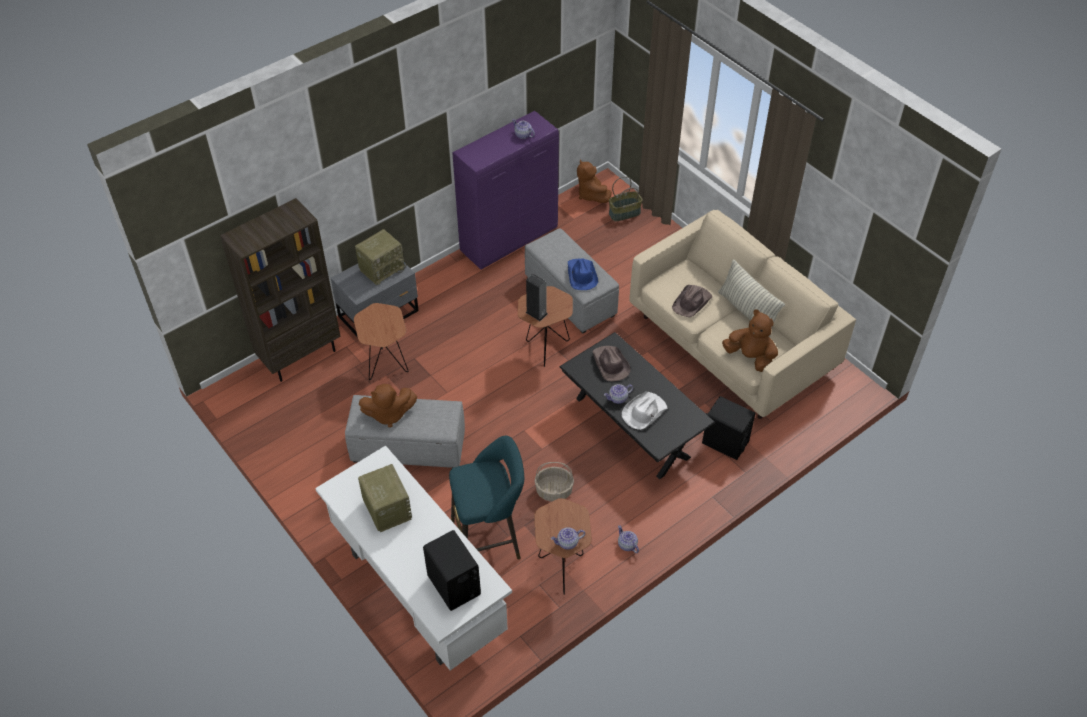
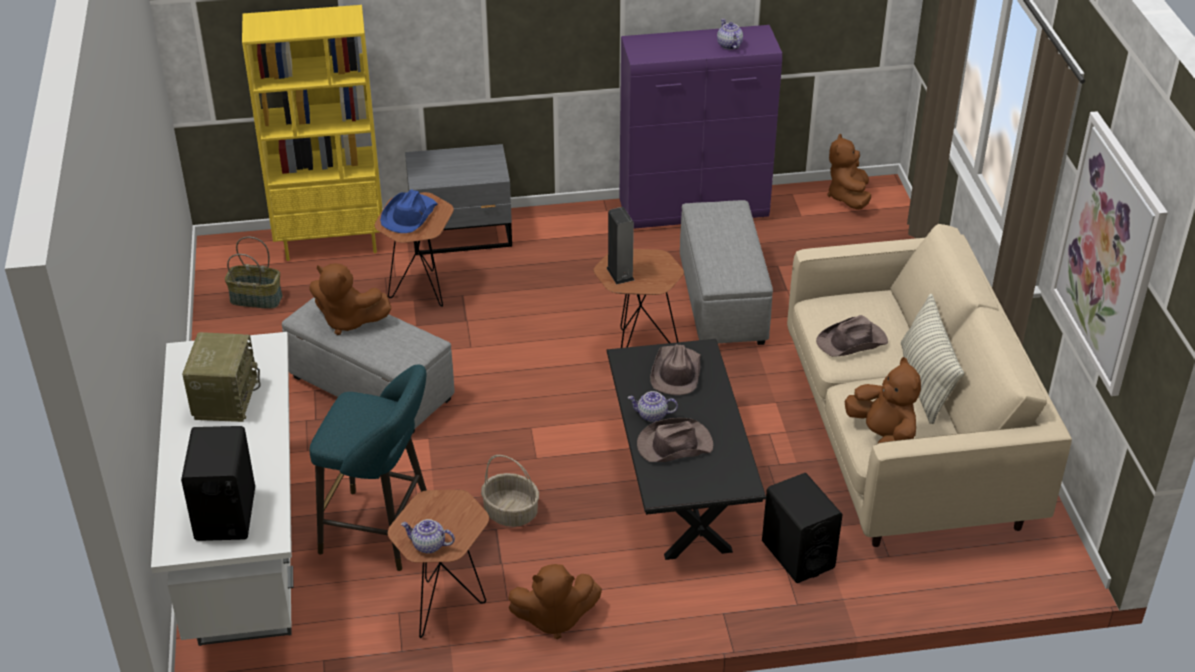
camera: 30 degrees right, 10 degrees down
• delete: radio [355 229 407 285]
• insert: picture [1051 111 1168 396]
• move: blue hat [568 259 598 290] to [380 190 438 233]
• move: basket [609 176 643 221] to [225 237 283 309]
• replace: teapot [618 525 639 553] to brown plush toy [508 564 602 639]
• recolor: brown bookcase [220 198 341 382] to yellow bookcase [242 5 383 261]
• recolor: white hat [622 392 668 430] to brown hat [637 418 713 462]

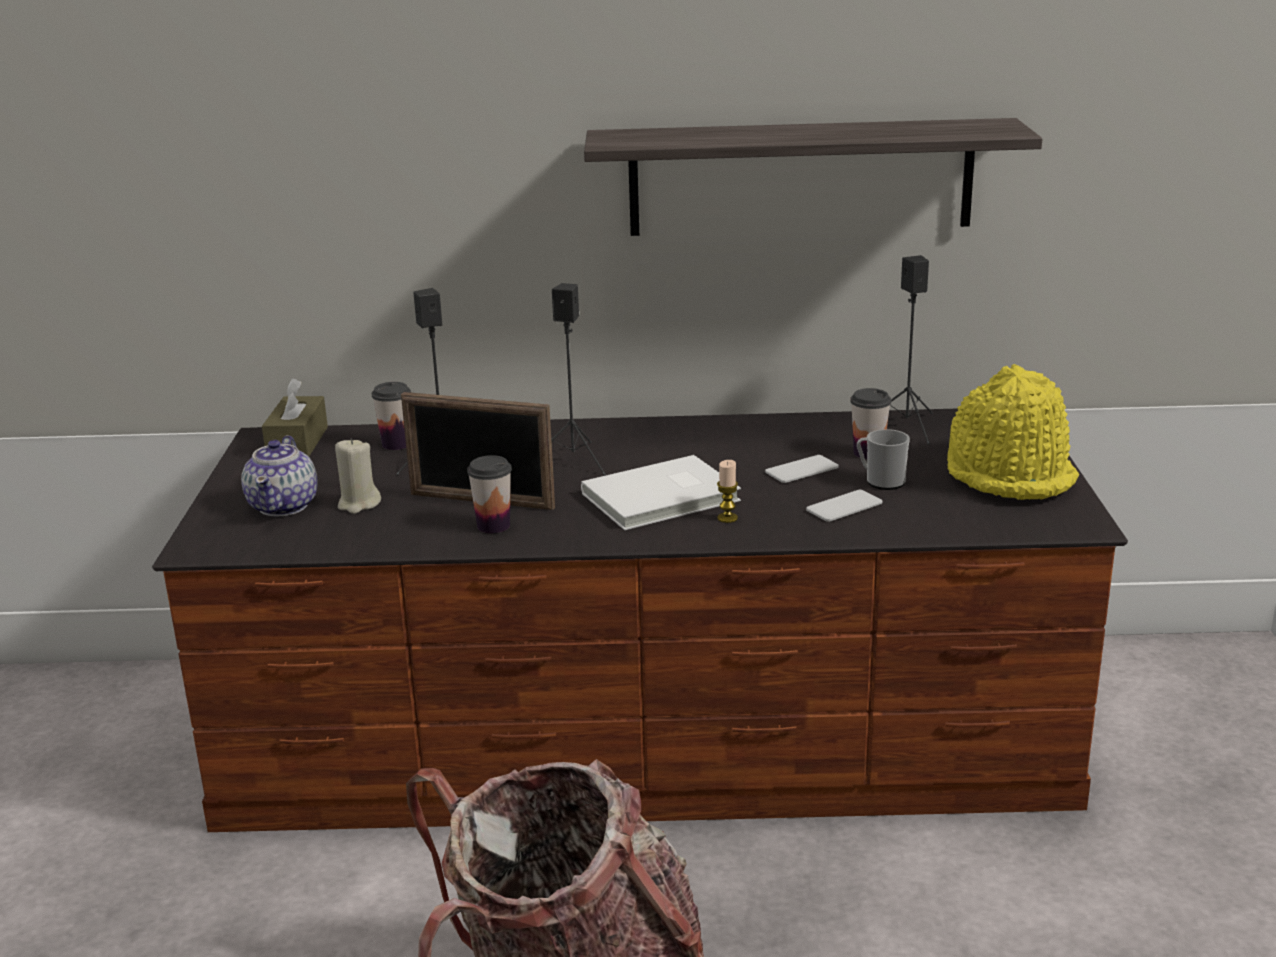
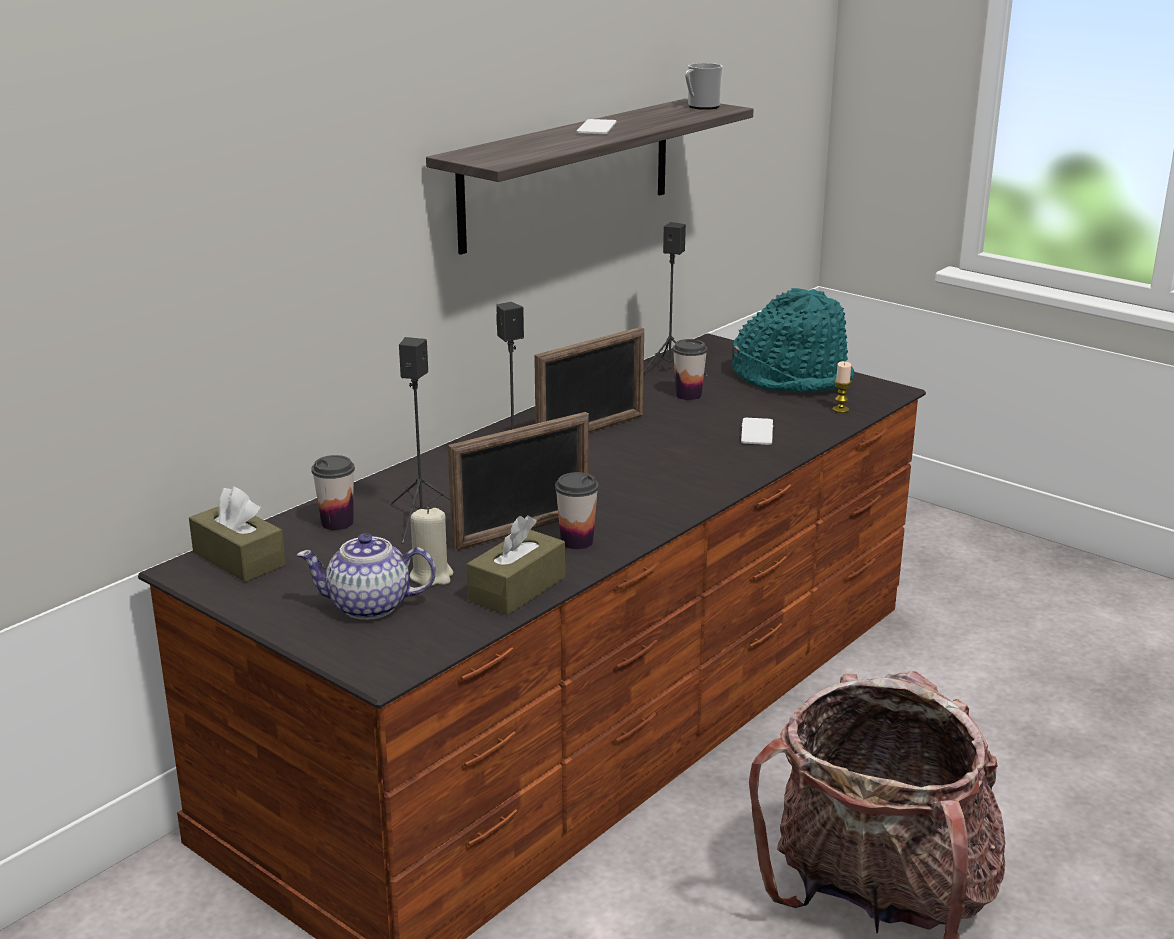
camera: 50 degrees left, 0 degrees up
• delete: white book [581 455 741 530]
• insert: brown tissue box [466 515 565 615]
• insert: picture frame [534 327 644 433]
• move: candle [717 460 738 523] to [832 361 852 413]
• move: phone [765 455 838 483] to [577 119 617 135]
• move: mug [857 429 910 490] to [685 63 723 110]
• recolor: yellow hat [947 364 1079 500] to turquoise hat [732 288 854 392]
• rotate: teapot [241 435 318 517] = [297 533 436 620] 135 degrees clockwise

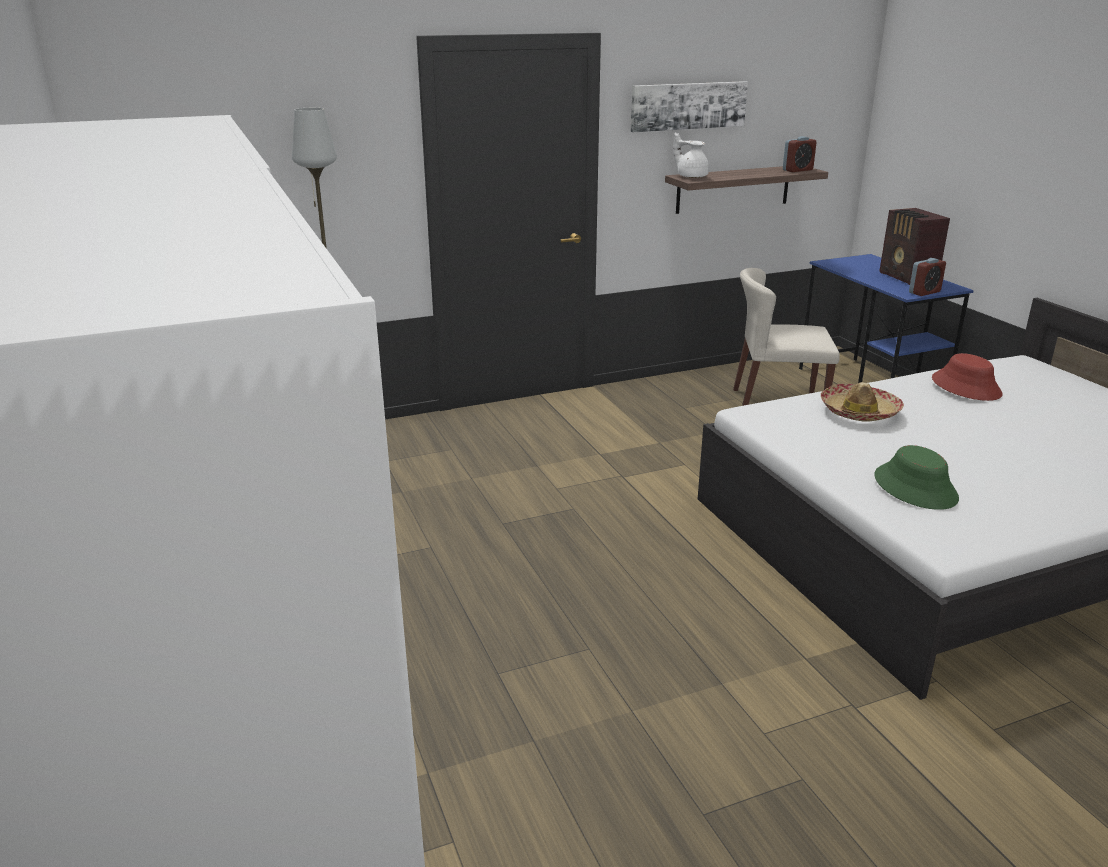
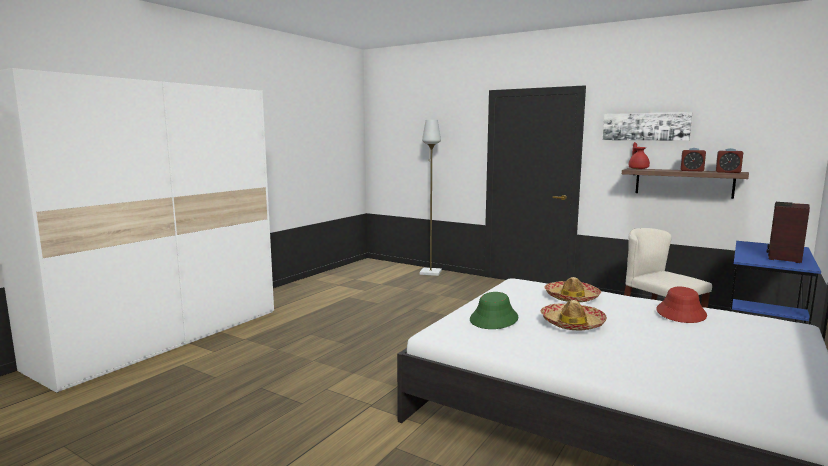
camera: 55 degrees right, 15 degrees down
• insert: hat [540 300 607 331]
• move: alarm clock [909 258 946 296] to [680 148 706 171]
• recolor: white teapot [673 132 709 178] to red teapot [629 142 650 169]

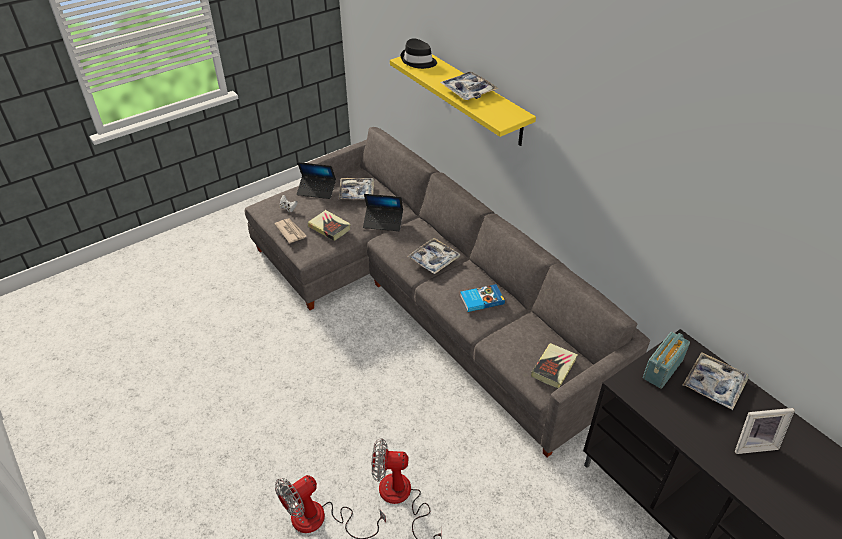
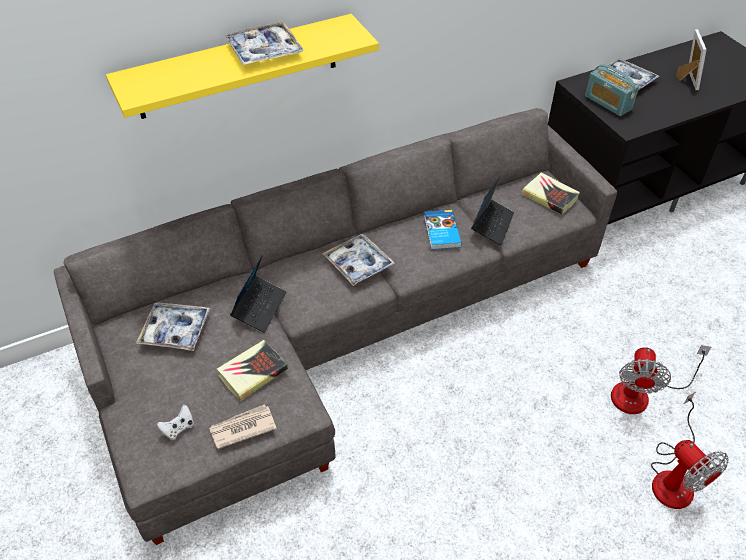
camera: 80 degrees left, 5 degrees up
• delete: black hat [401 38 437 69]
• move: laptop [297 162 336 199] to [471 176 514 245]

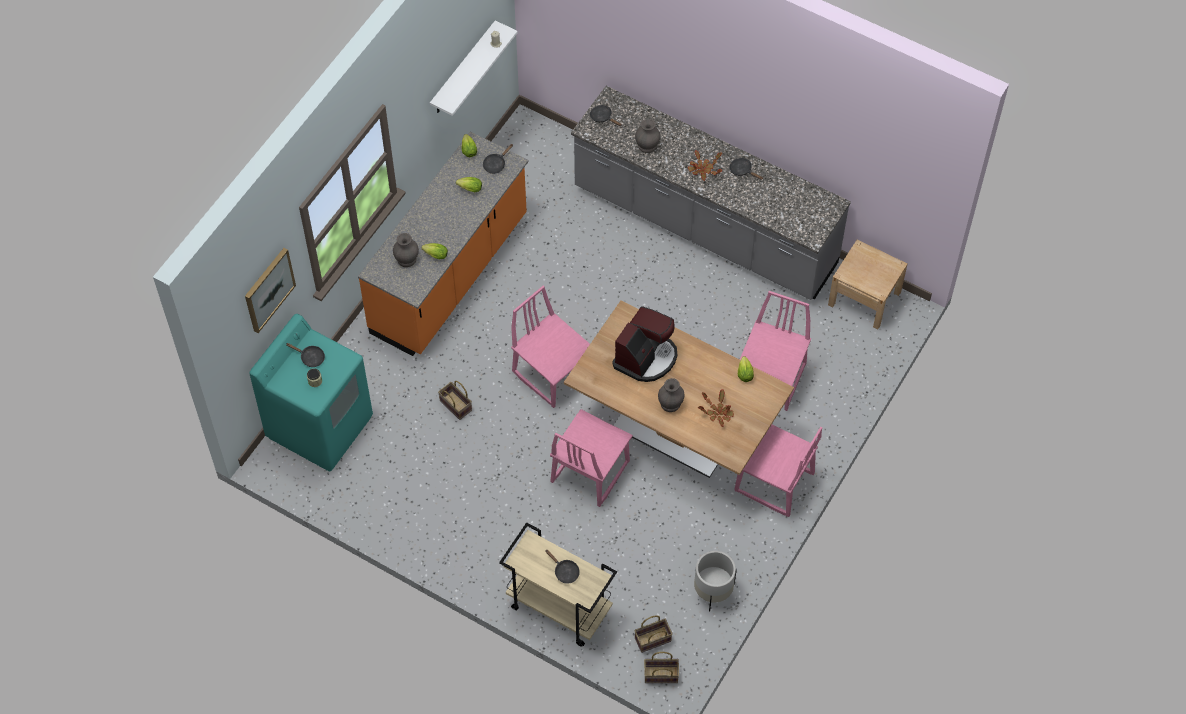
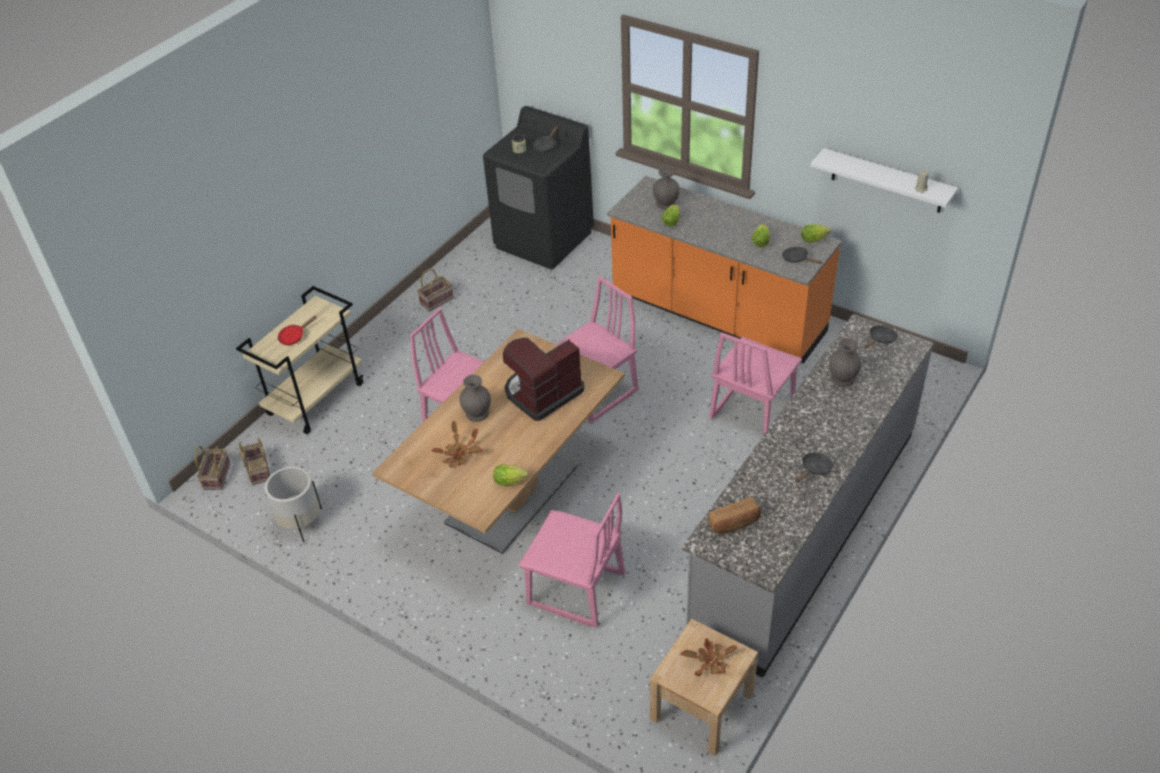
camera: 95 degrees right, 15 degrees down
• delete: picture [245 248 296 333]
• insert: bread [709 498 761 533]
• move: basket [438 381 472 420] to [417 269 454 312]
• move: potted plant [688 150 722 181] to [681 638 737 676]
• move: pink chair [734 425 822 517] to [709 332 802 436]
• recolor: turquoise washing machine [249 314 373 472] to black washing machine [483 106 594 270]
• recolor: black frying pan [545 550 580 584] to red frying pan [278 316 317 345]
• rotate: coffee machine [612 306 677 382] = [503 338 584 421] 105 degrees clockwise

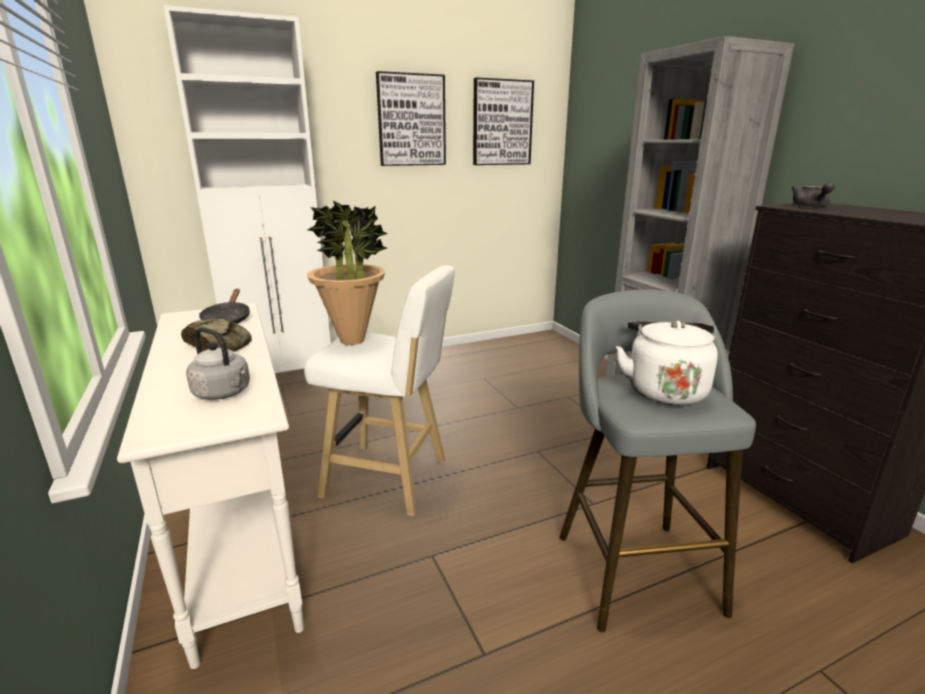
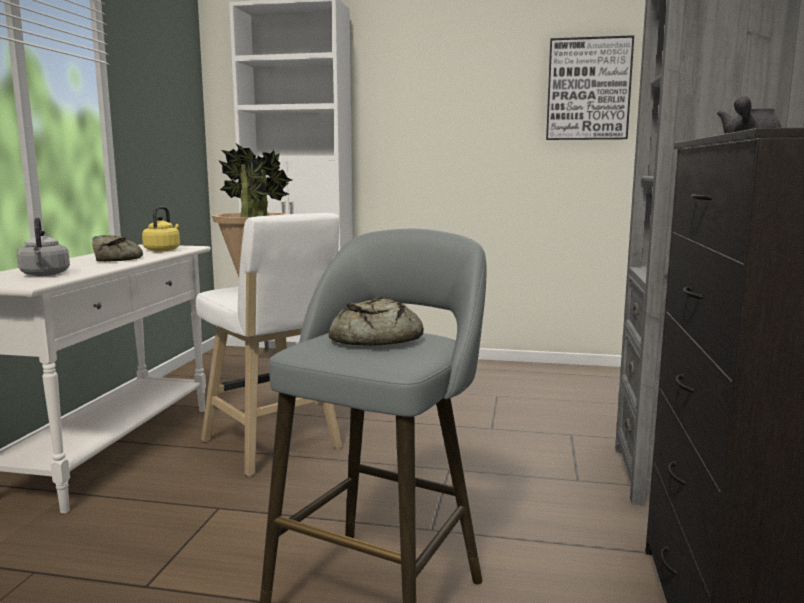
camera: 35 degrees right, 10 degrees down
• delete: picture [376 71 446 166]
• replace: black frying pan [199 289 250 324] to yellow kettle [142 206 180 252]
• replace: white kettle [616 321 718 405] to bread [329 297 424 346]

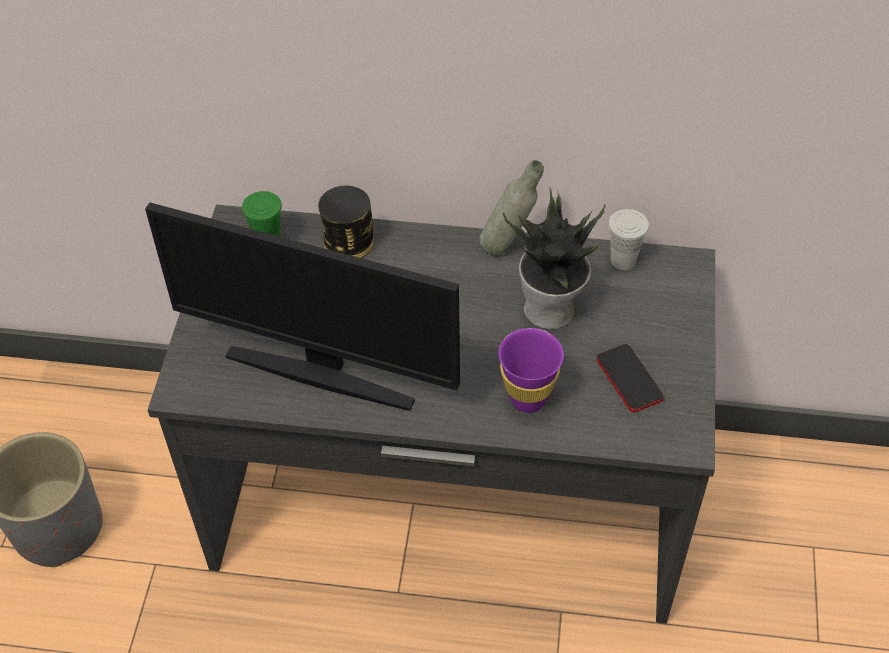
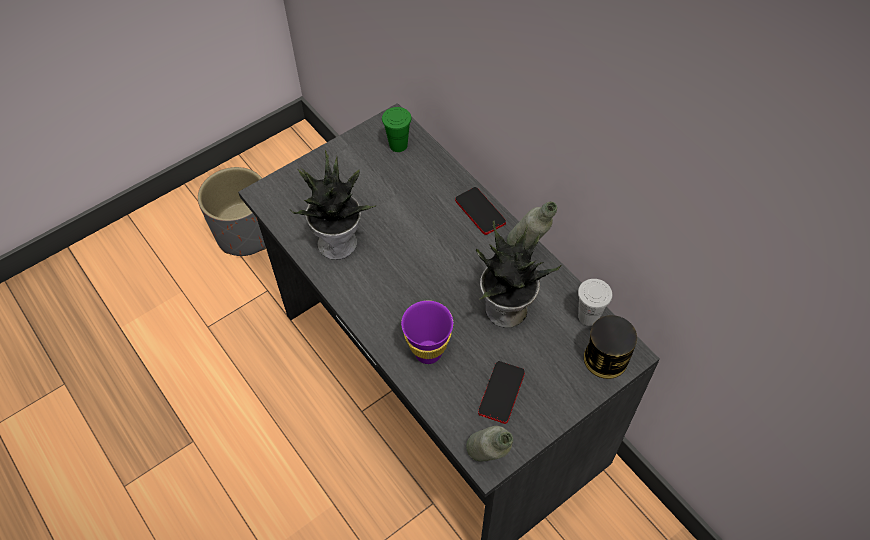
camera: 45 degrees right, 5 degrees up
• insert: phone [455 187 506 235]
• insert: grey bottle [466 426 513 462]
• move: can [318 186 374 258] to [584 315 637 379]
• replace: monitor [145 202 460 411] to potted plant [290 150 377 260]

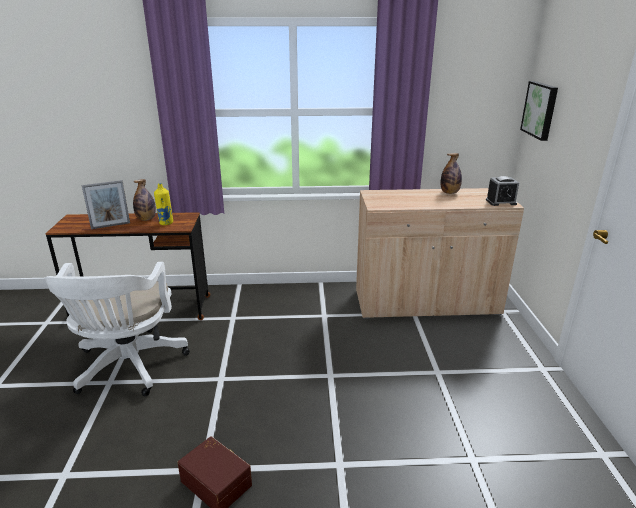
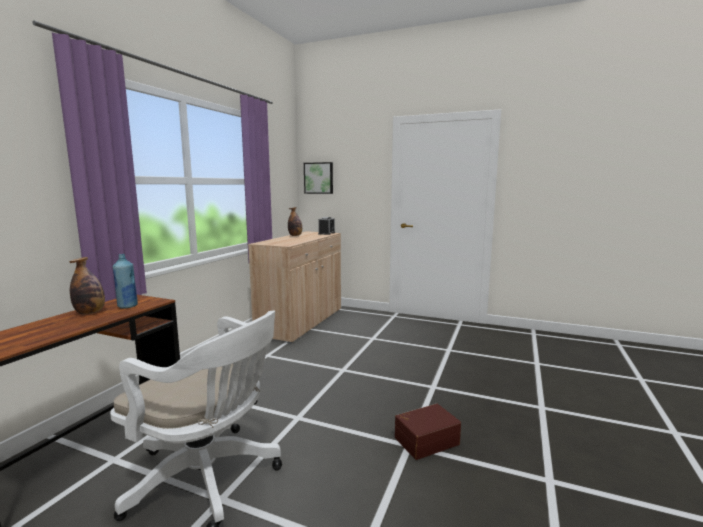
camera: 65 degrees left, 15 degrees down
• delete: picture frame [82 180 130 229]
• recolor: yellow bottle [154 183 173 225] to blue bottle [113 254 138 309]

